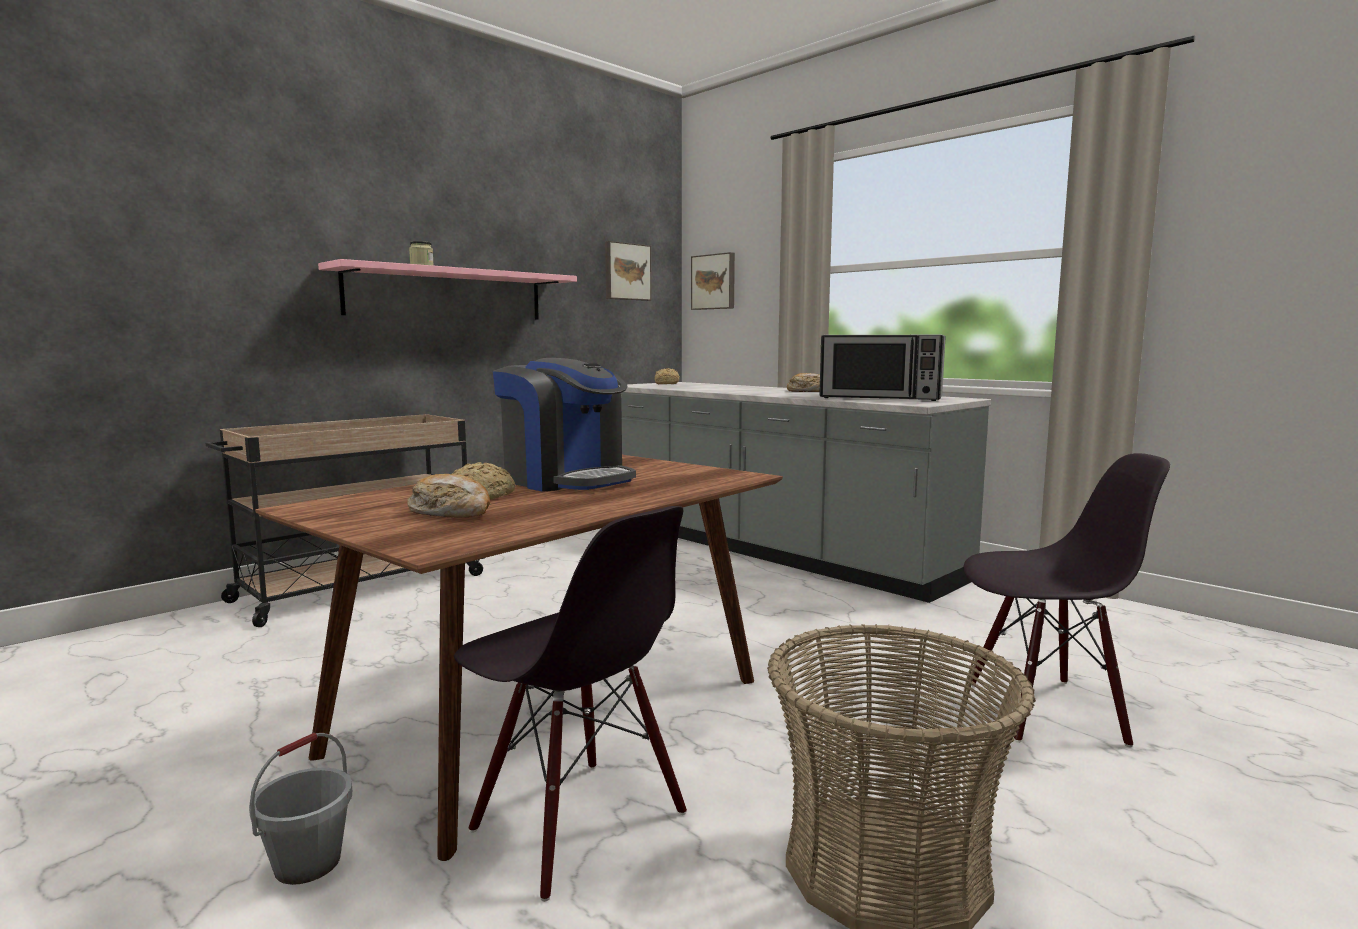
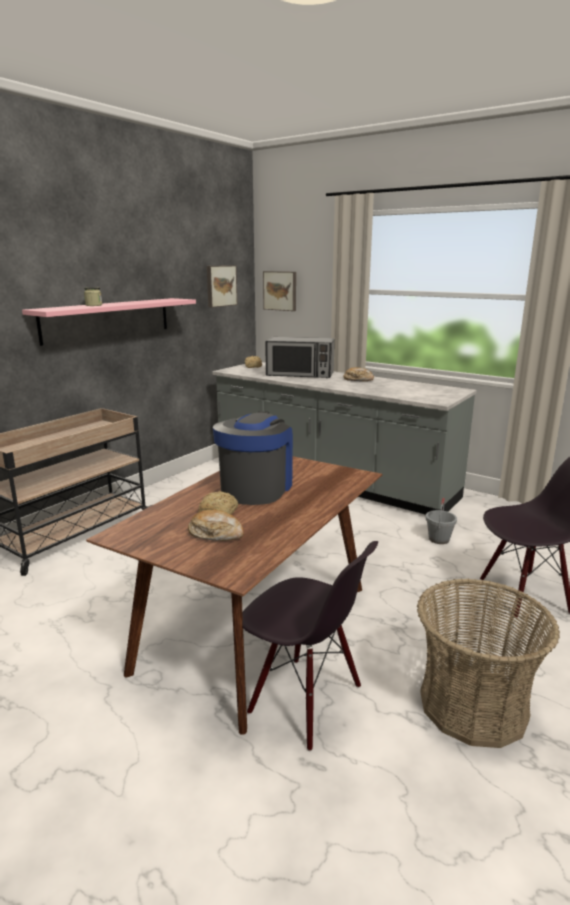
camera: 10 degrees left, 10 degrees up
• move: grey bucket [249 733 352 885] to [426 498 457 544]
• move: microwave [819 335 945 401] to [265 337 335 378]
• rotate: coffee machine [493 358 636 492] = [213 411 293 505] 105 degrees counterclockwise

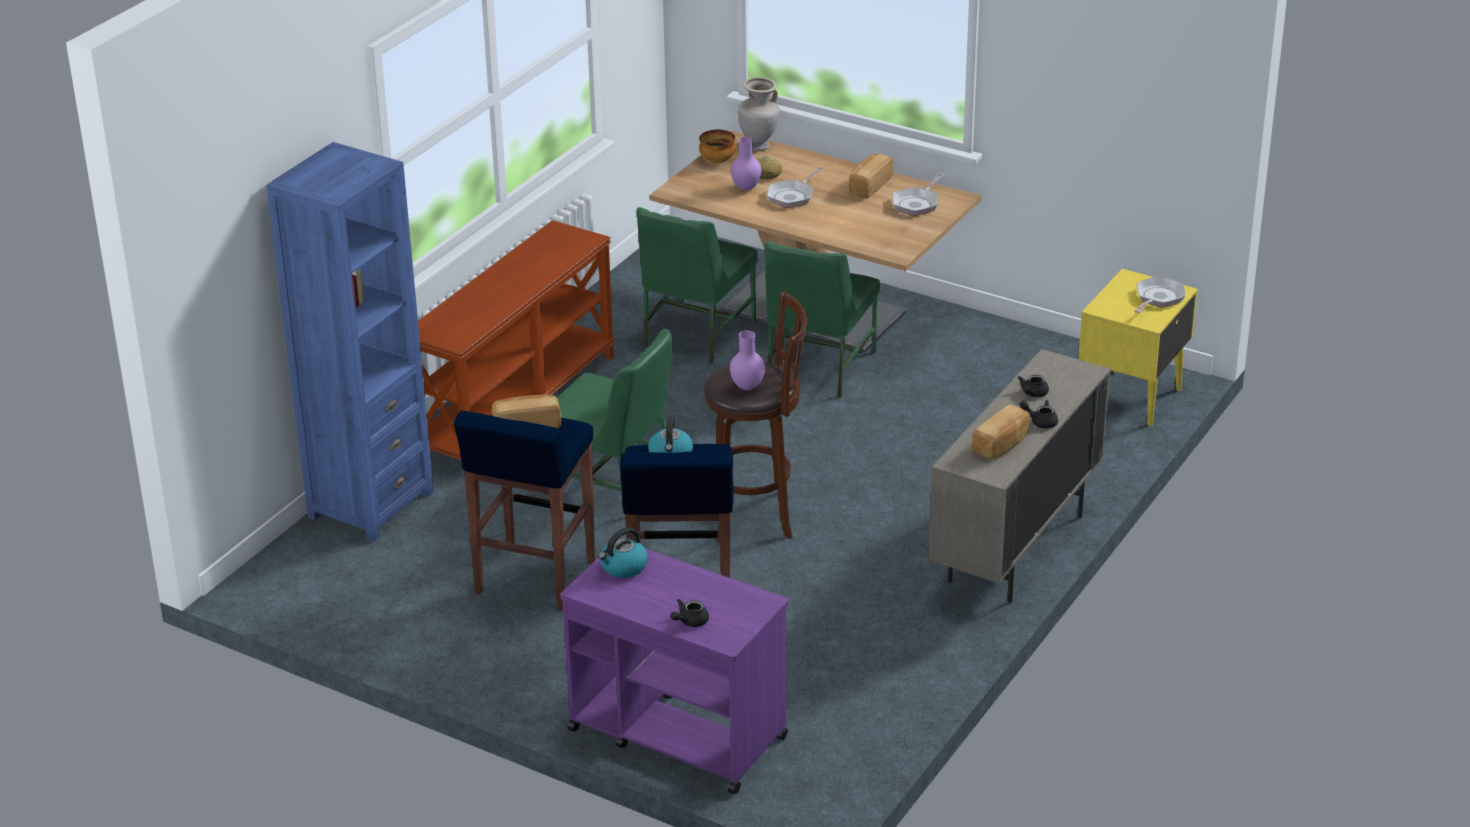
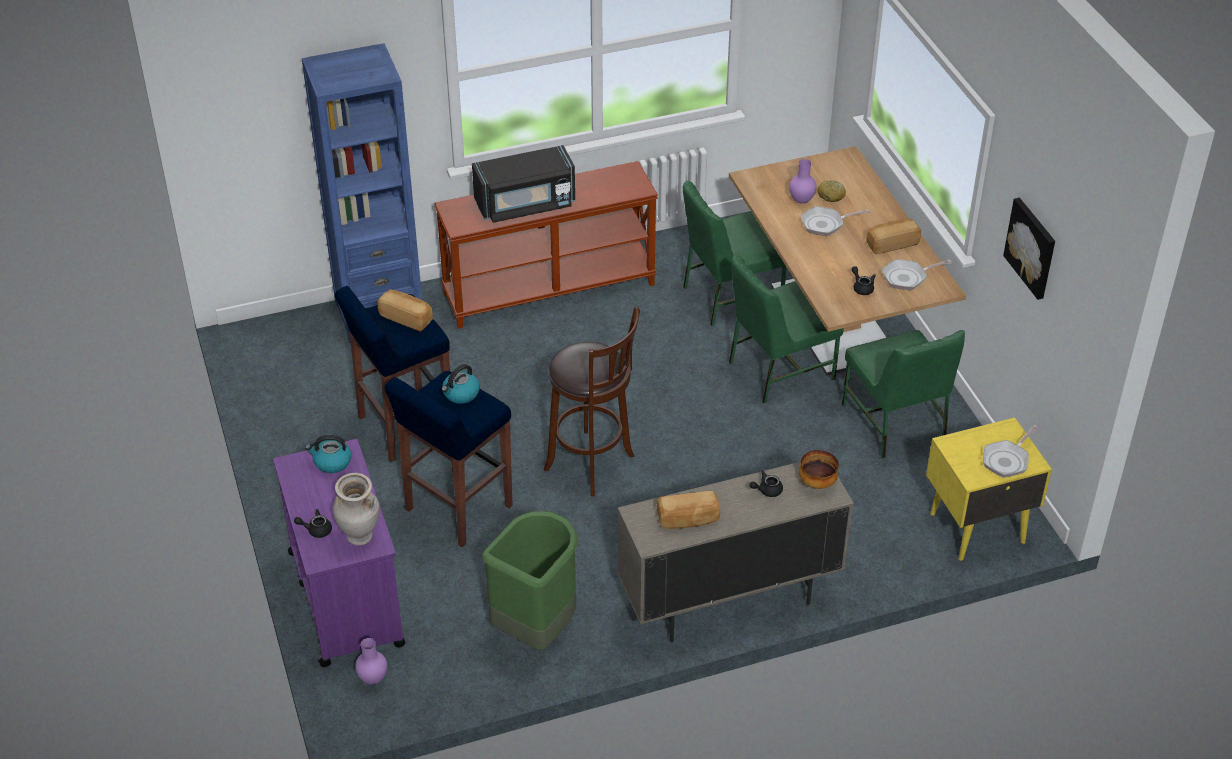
camera: 40 degrees right, 10 degrees up
• insert: black microwave [472 145 575 223]
• insert: green trash can [482 511 578 650]
• insert: picture [1003 198 1055 300]
• move: green chair [542 328 673 495] to [842 330 965 458]
• move: bowl [699 130 736 163] to [799 450 839 489]
• move: purple vase [730 330 765 390] to [355 638 387 684]
• move: beige vase [738 77 780 151] to [333 473 379 546]
• move: black teapot [1019 400 1058 429] to [852 266 876 295]
• rotate: frying pan [1134 276 1185 313] = [983 425 1039 478] 150 degrees clockwise

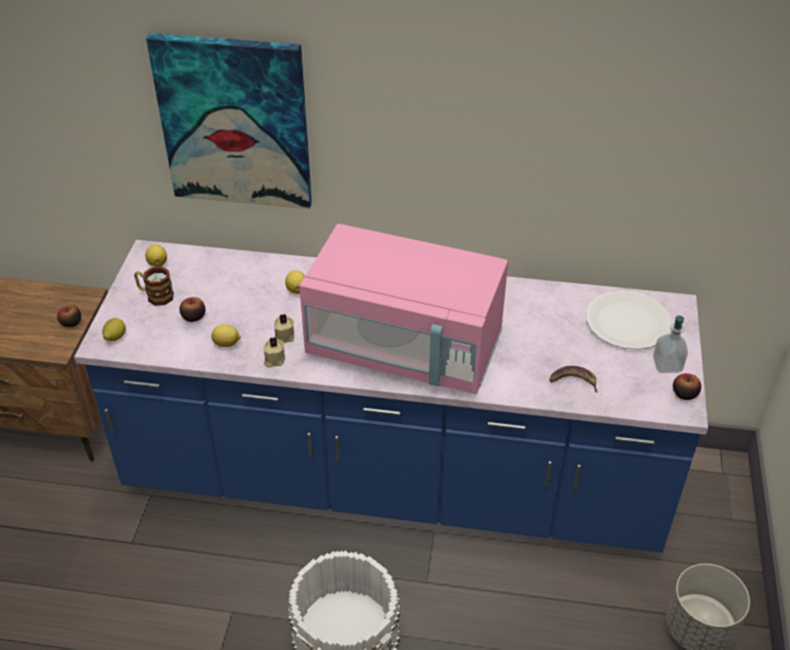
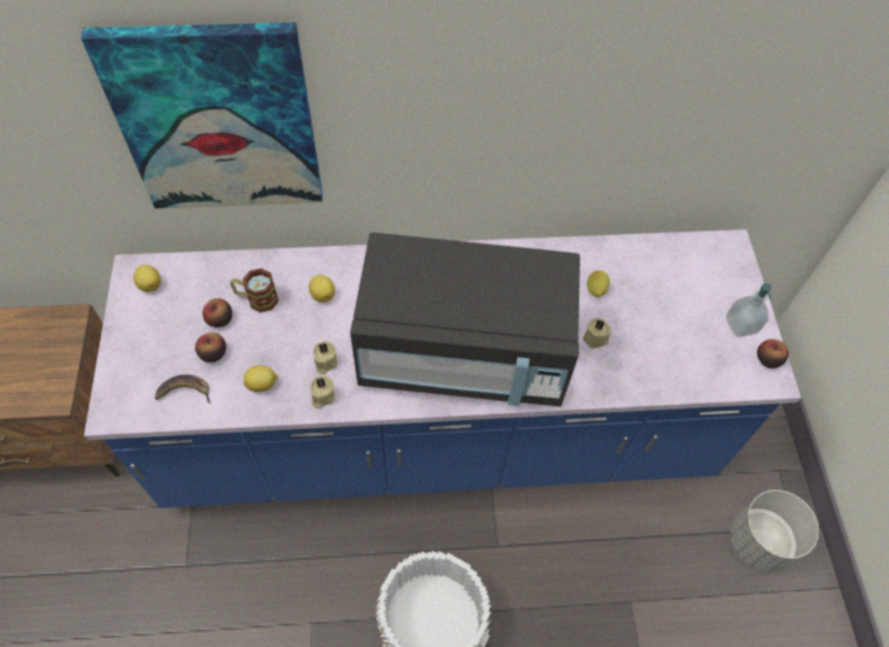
camera: 15 degrees left, 15 degrees up
• delete: white plate [586 290 672 350]
• insert: beige candle [583 318 611 349]
• move: apple [57 304 81 327] to [202 298 232 327]
• move: lemon [102 318 126 341] to [587 271 610 297]
• move: mug [134 267 174 306] to [230 268 279 313]
• move: banana [549 366 598 393] to [155 375 211 404]
• recolor: pink microwave [299 224 508 394] to black microwave [350 232 580 407]

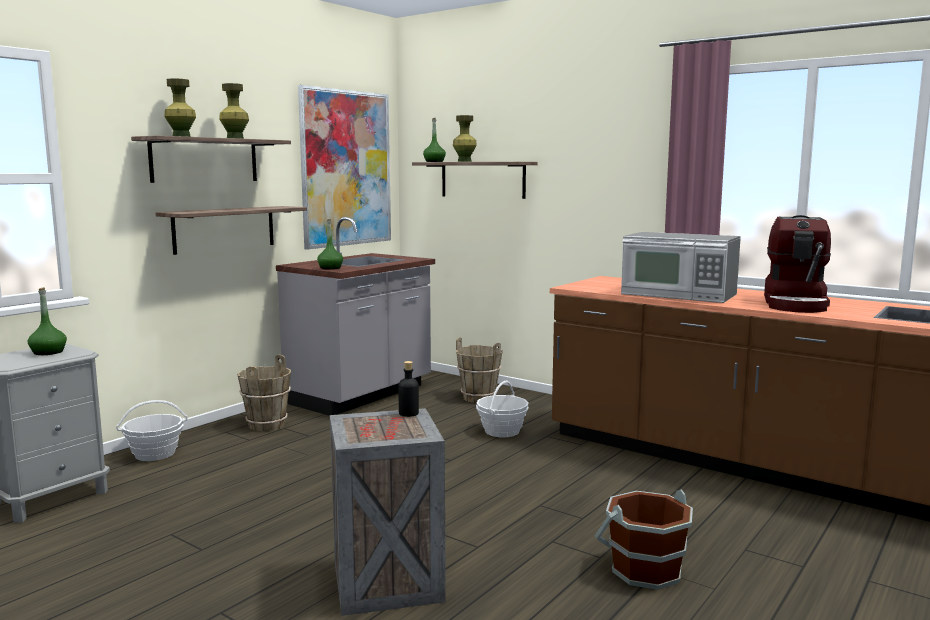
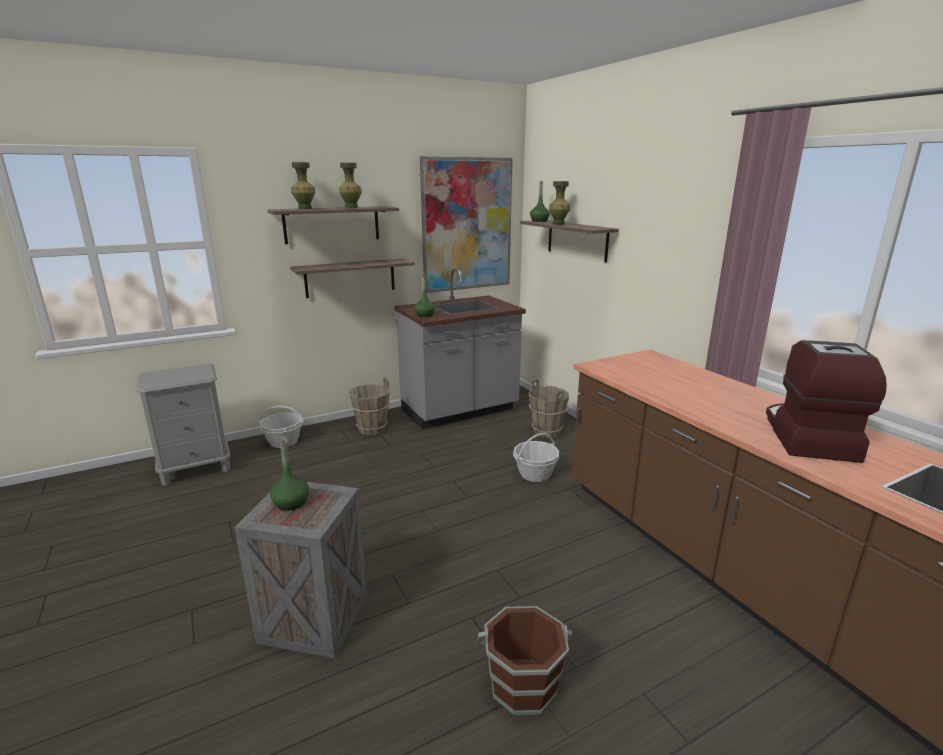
camera: 25 degrees right, 10 degrees up
• delete: black bottle [398 361 419 417]
• delete: microwave [621 232 741 303]
• move: green bottle [28 287 67 355] to [270 438 309 511]
• rotate: coffee machine [764 215 831 313] = [766 340 886 463] 150 degrees clockwise

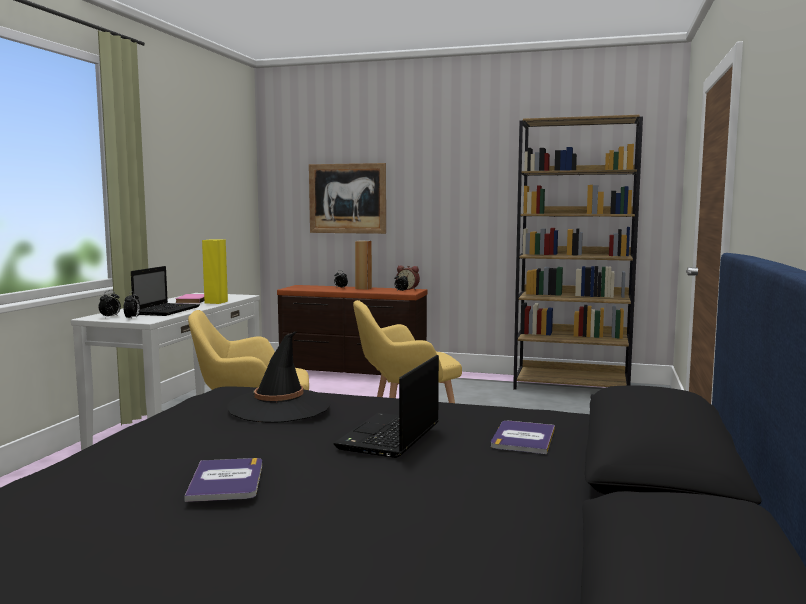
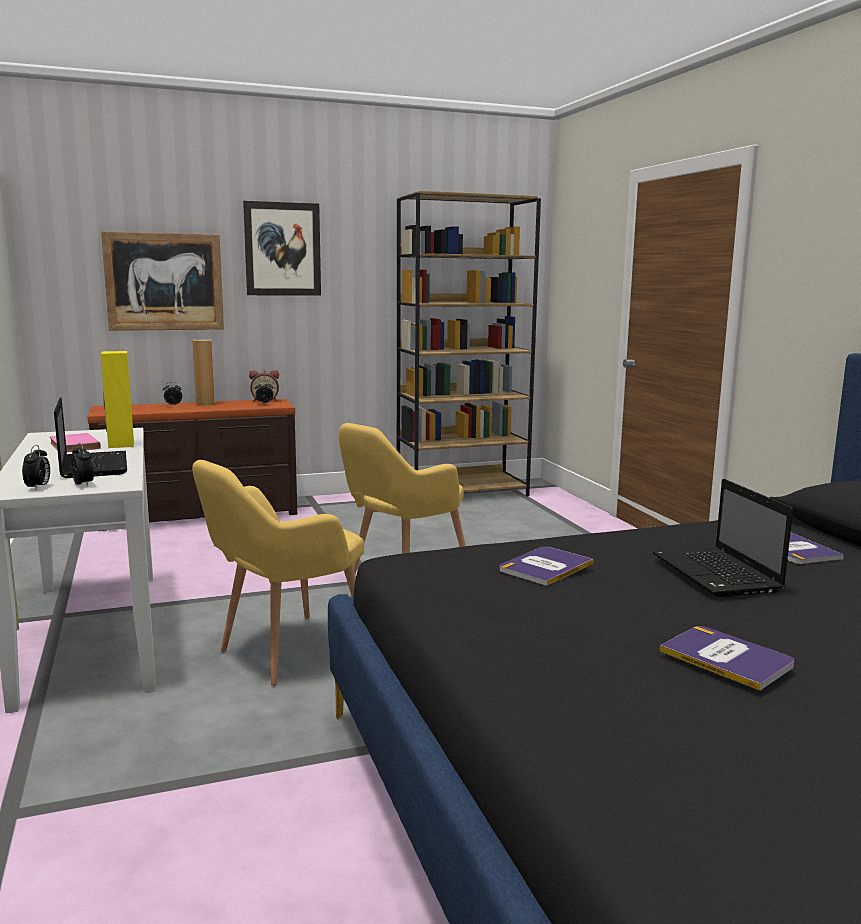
camera: 35 degrees left, 5 degrees up
• insert: picture [243 201 321 296]
• replace: black hat [227 331 331 423] to book [500 547 593 586]

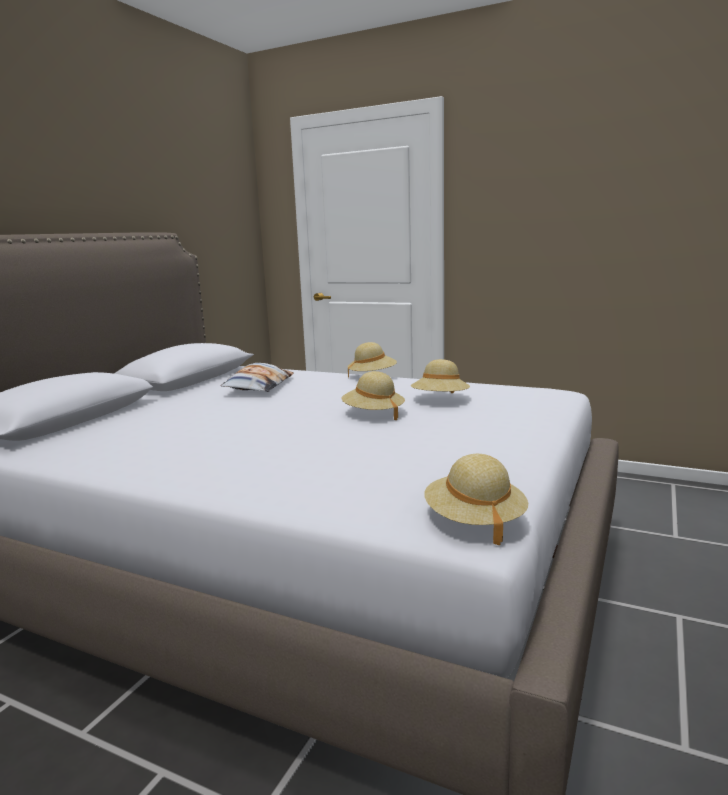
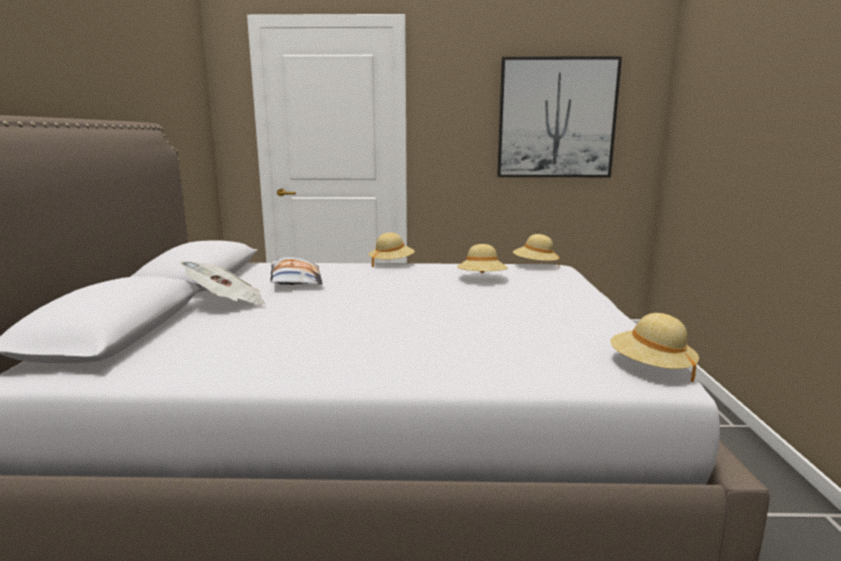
camera: 25 degrees left, 0 degrees up
• insert: newspaper [180 261 266 306]
• insert: picture [497 56 622 177]
• move: beige hat [341 371 405 420] to [513 234 560 268]

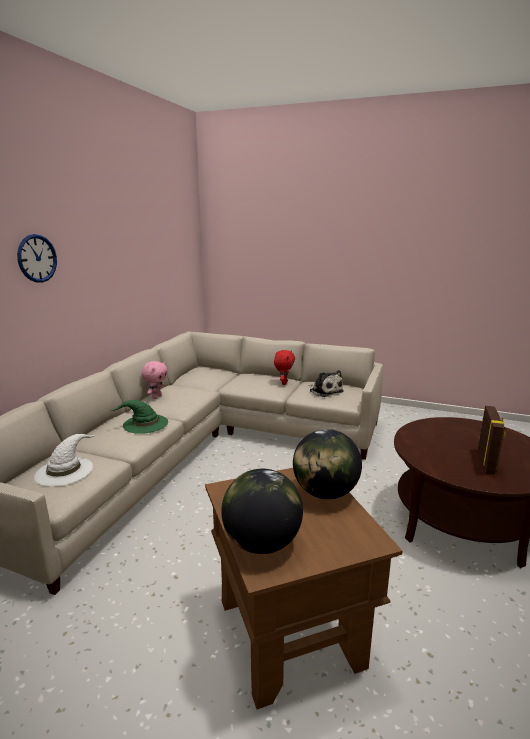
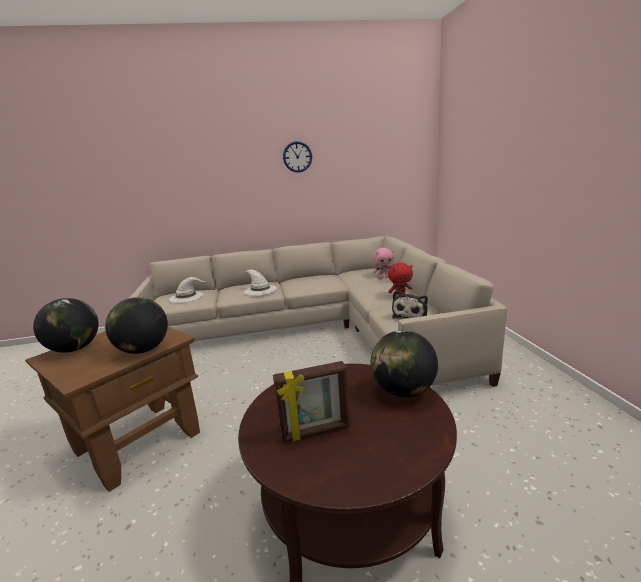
camera: 60 degrees right, 0 degrees up
• insert: globe [371 330 438 397]
• move: wall clock [17 234 57 283] to [283 141 312 173]
• move: pink plush toy [141 361 168 399] to [373 248 394 279]
• recolor: green hat [111 400 168 434] to white hat [242 270 277 296]

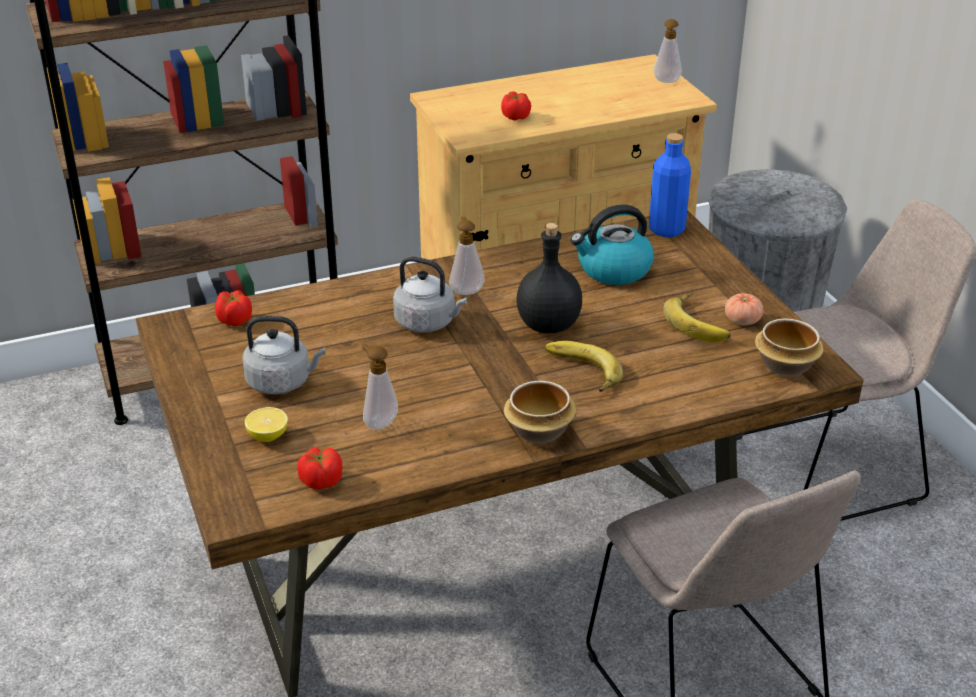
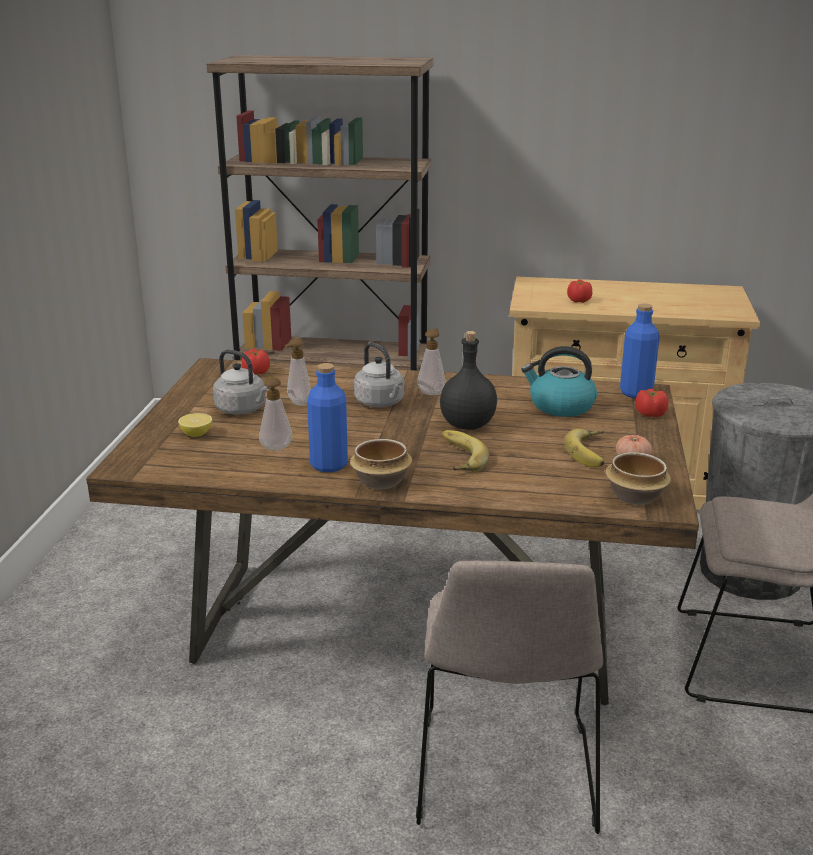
camera: 30 degrees right, 10 degrees down
• insert: blue bottle [307 363 348 472]
• move: tomato [297 447 342 489] to [635 389 669 417]
• move: soap dispenser [653 19 682 83] to [284 338 311 406]

